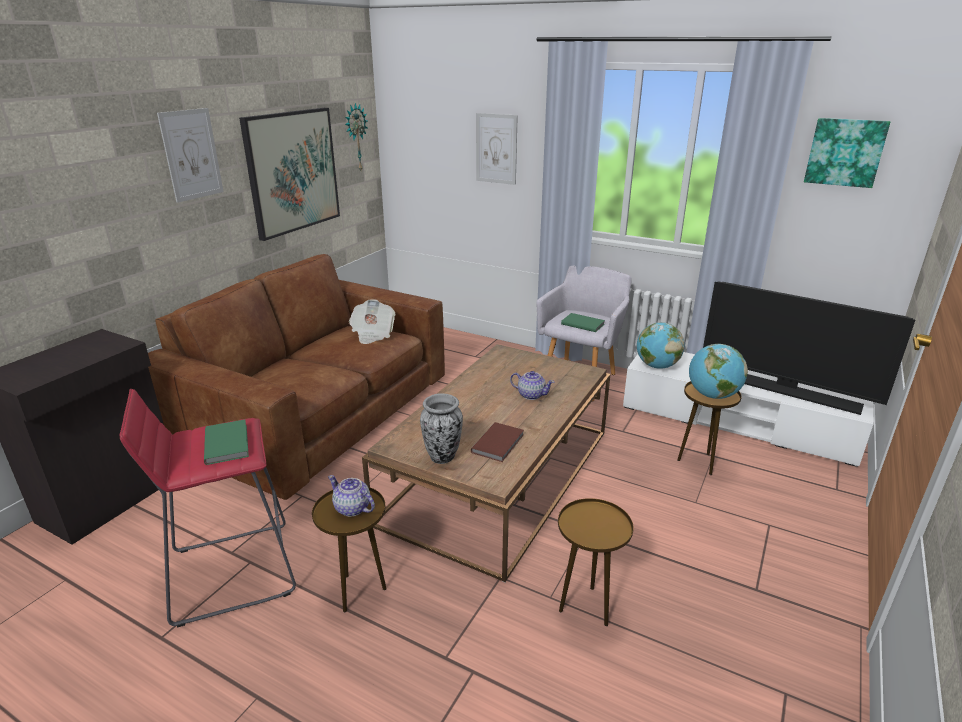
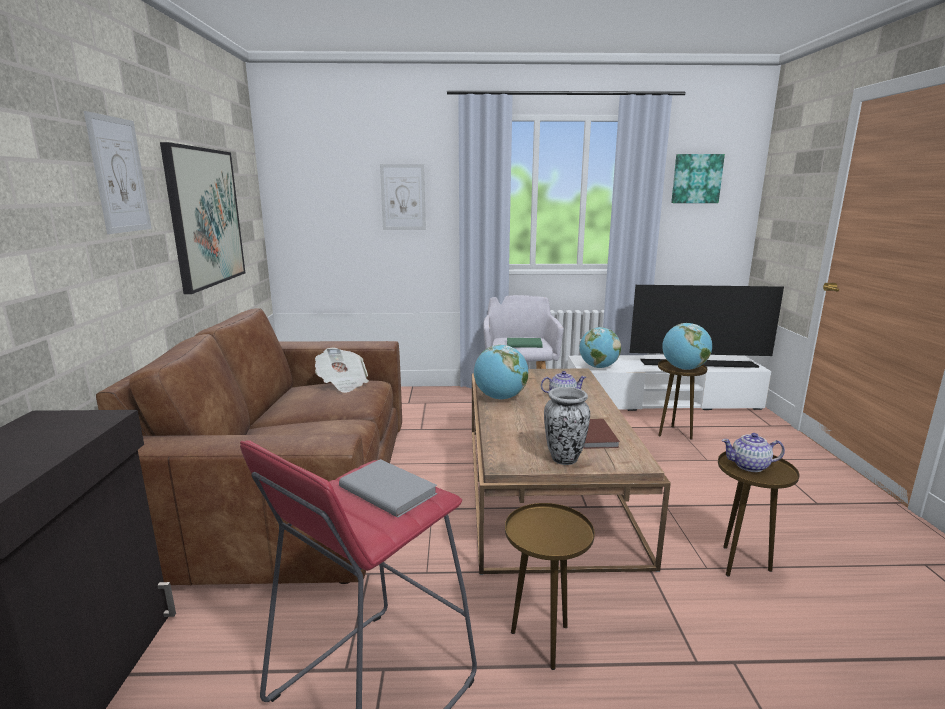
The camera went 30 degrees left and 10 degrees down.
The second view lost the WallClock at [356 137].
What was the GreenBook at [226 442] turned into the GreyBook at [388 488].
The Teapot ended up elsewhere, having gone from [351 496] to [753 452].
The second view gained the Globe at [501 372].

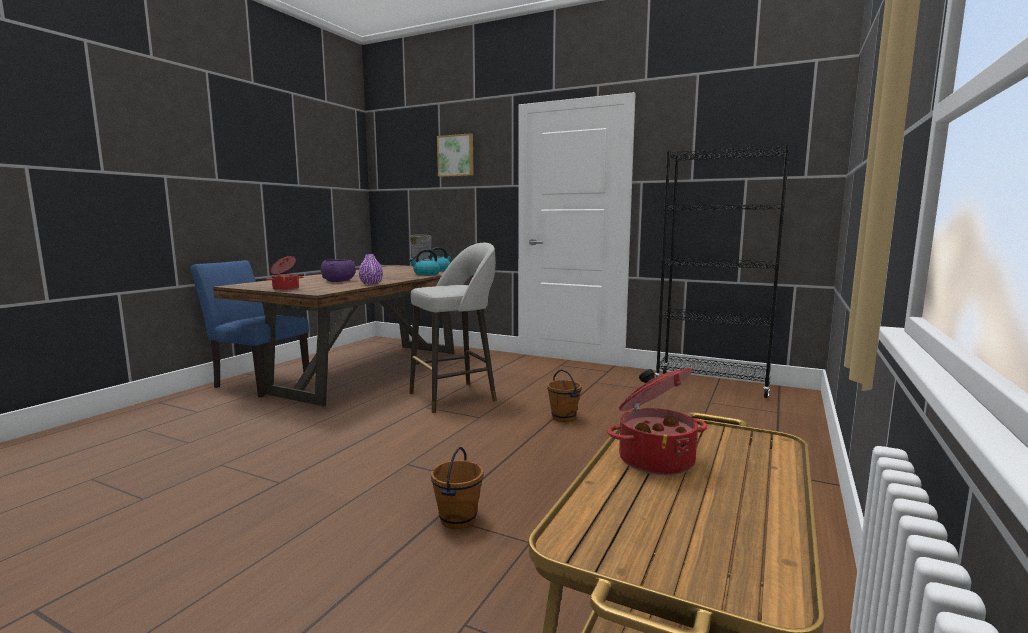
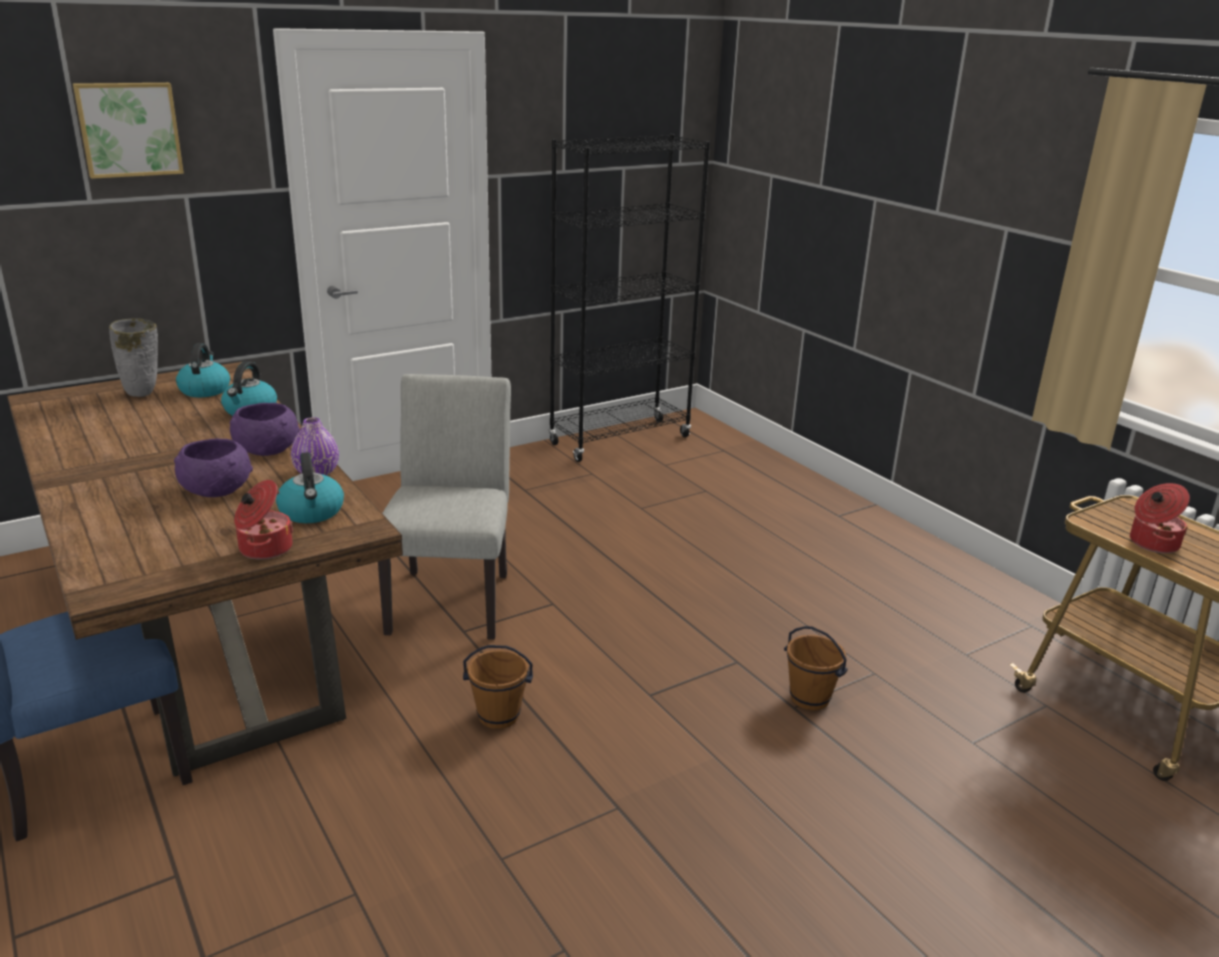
The camera went 60 degrees left and 15 degrees up.
Where the GreyStool stood at [453 328], the GreyChair came to stand at [444 507].
The BrownBucket ended up elsewhere, having gone from [564 395] to [498 687].
The second view gained the PurpleBowl at [265 429].
The second view gained the Kettle at [310 487].

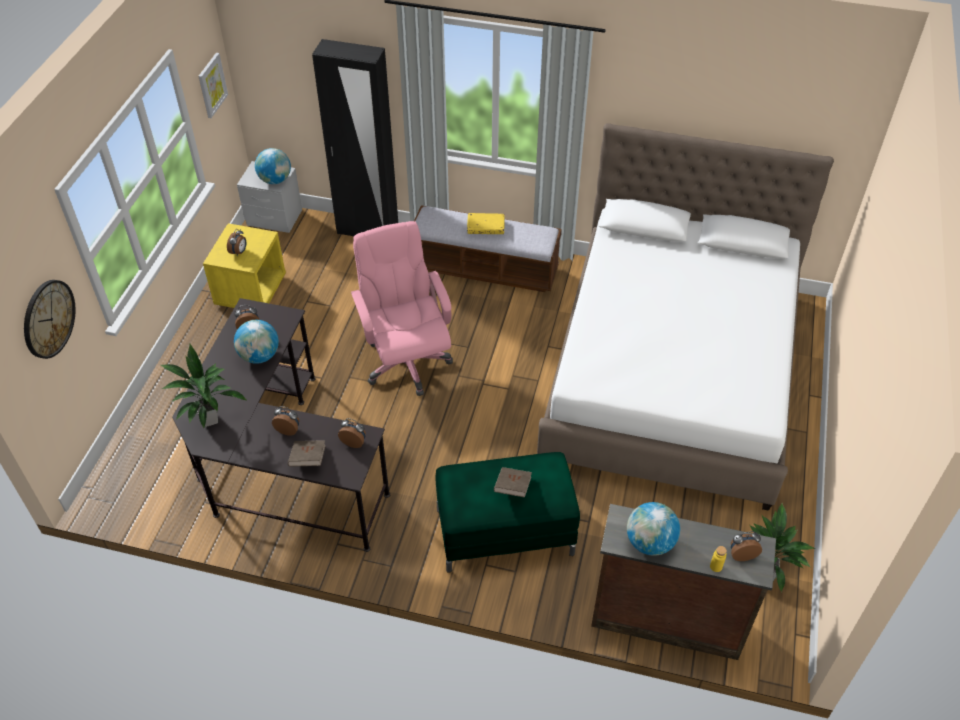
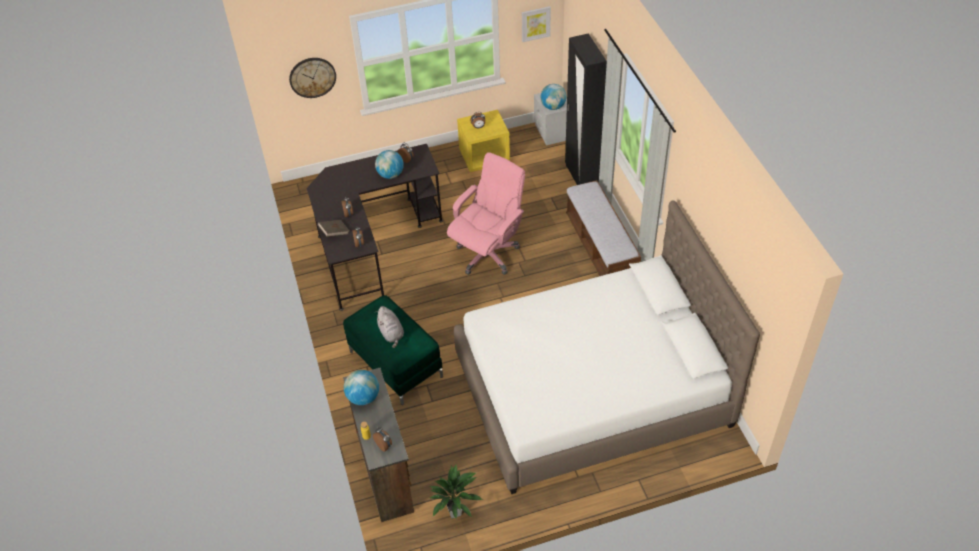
The camera went 60 degrees right and 0 degrees up.
The second view lost the YellowBook at [486 223].
The second view lost the PottedPlant at [204 386].
Where the BrownBook stood at [513 482], the GreyPlushToy came to stand at [390 327].

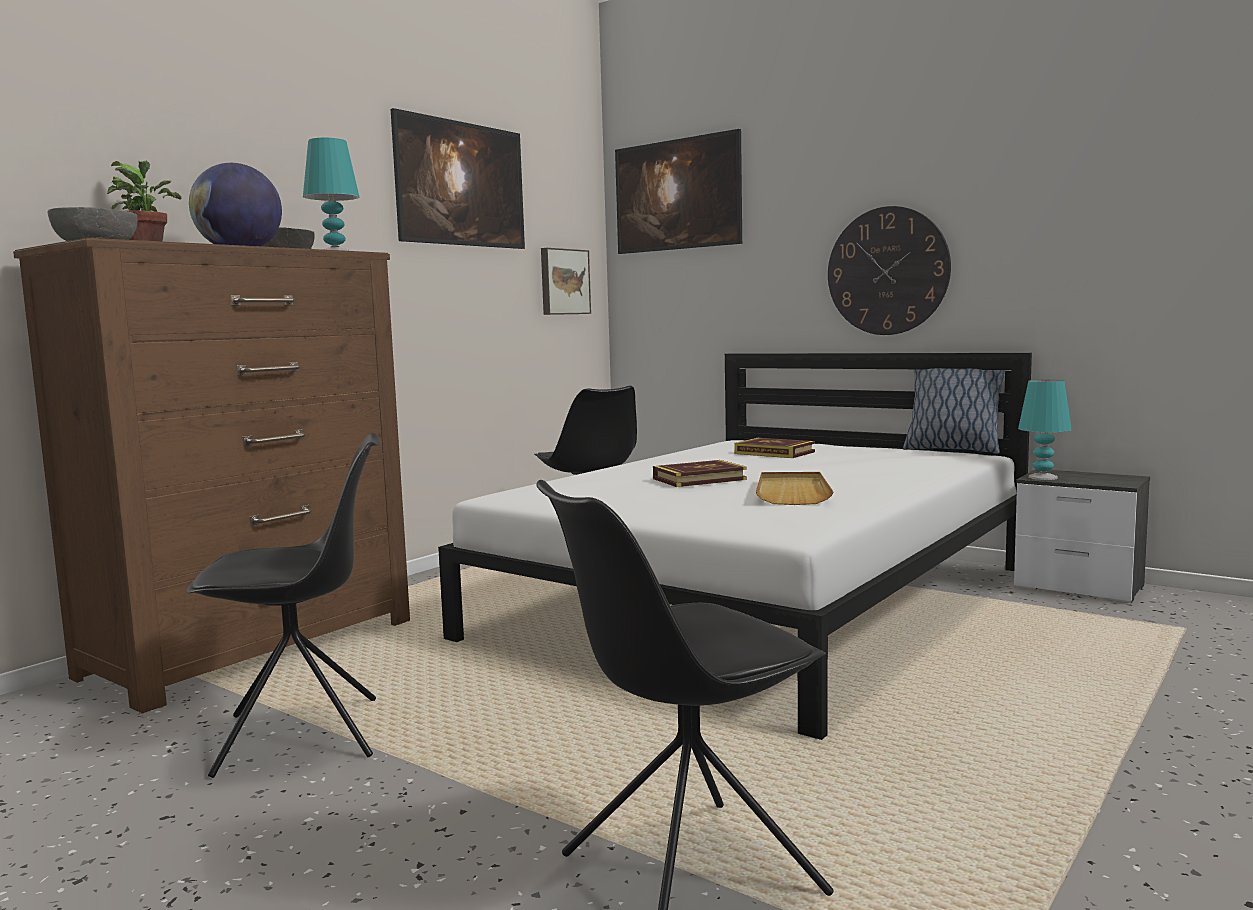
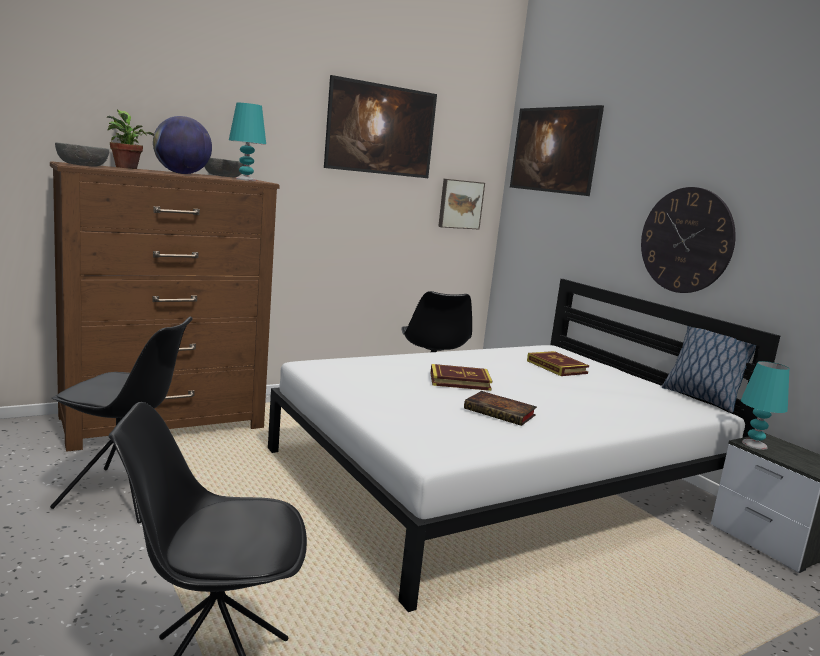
The camera went 20 degrees right and 5 degrees up.
Where the BeigeTray stood at [795 488], the Book came to stand at [500 408].

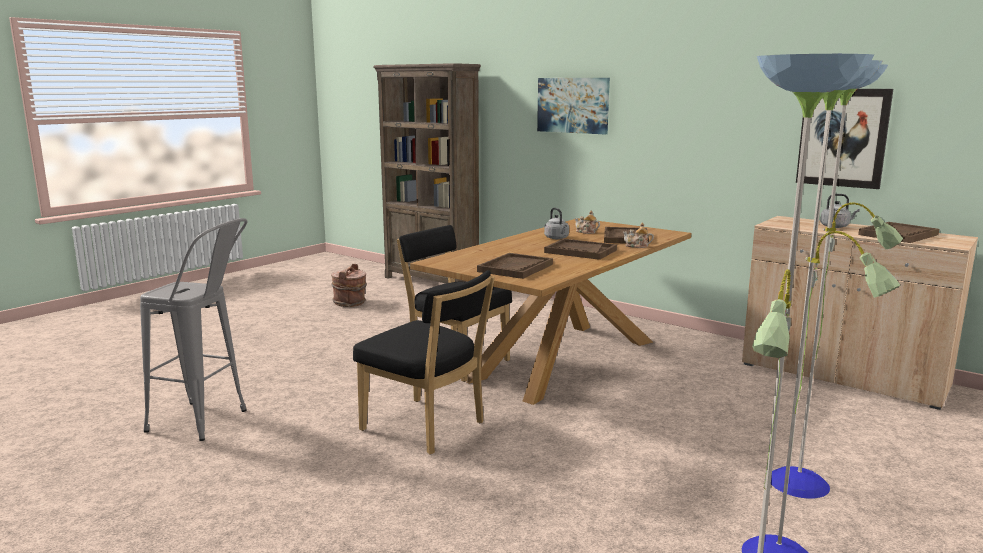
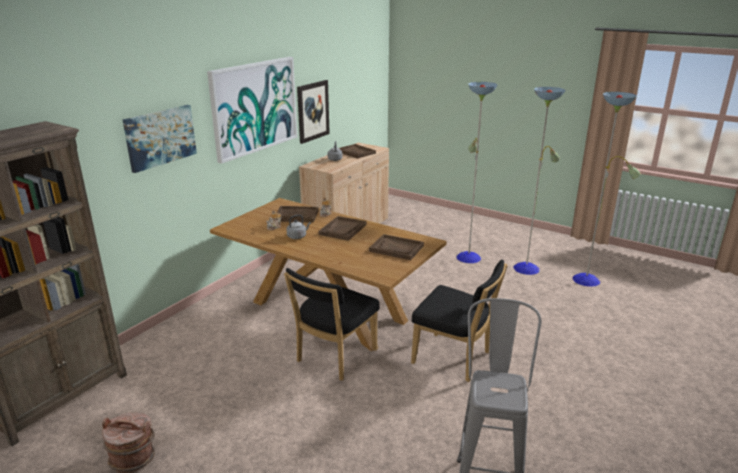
The camera went 95 degrees left and 10 degrees up.
The BlackChair at [424 362] ended up facing another way, 90 degrees clockwise from before.
The second view gained the Picture at [252 110].

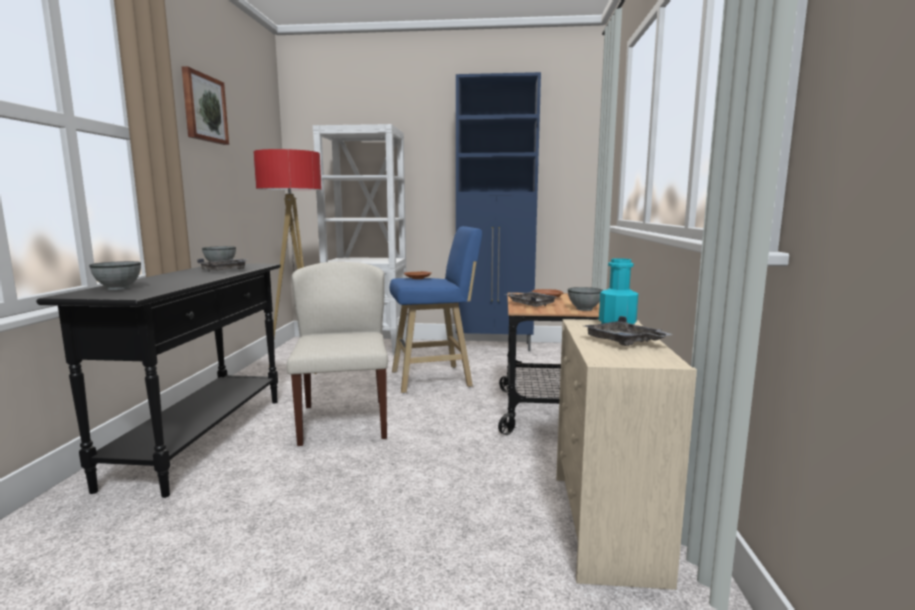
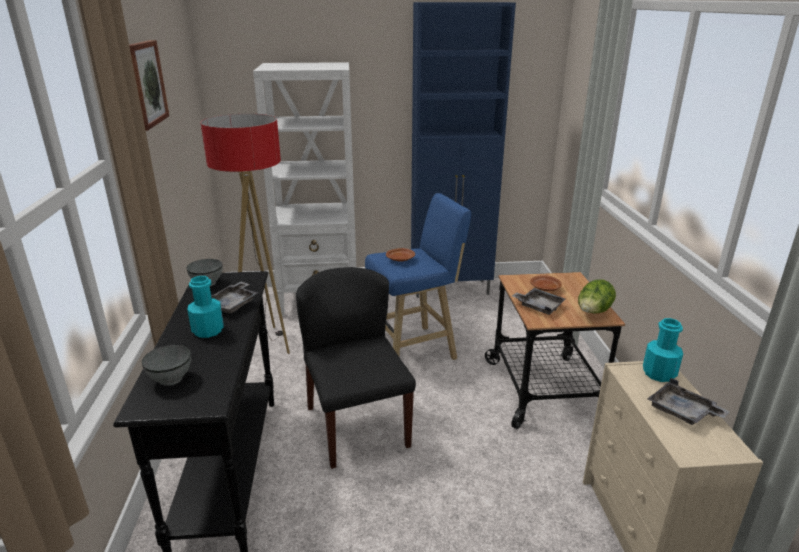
The camera went 10 degrees left and 15 degrees up.
What was the BeigeChair at [337 354] turned into the BlackChair at [356 368].
Where the GreyBowl stood at [585 299], the Lettuce came to stand at [597 296].
The second view gained the TurquoiseBottle at [205 307].

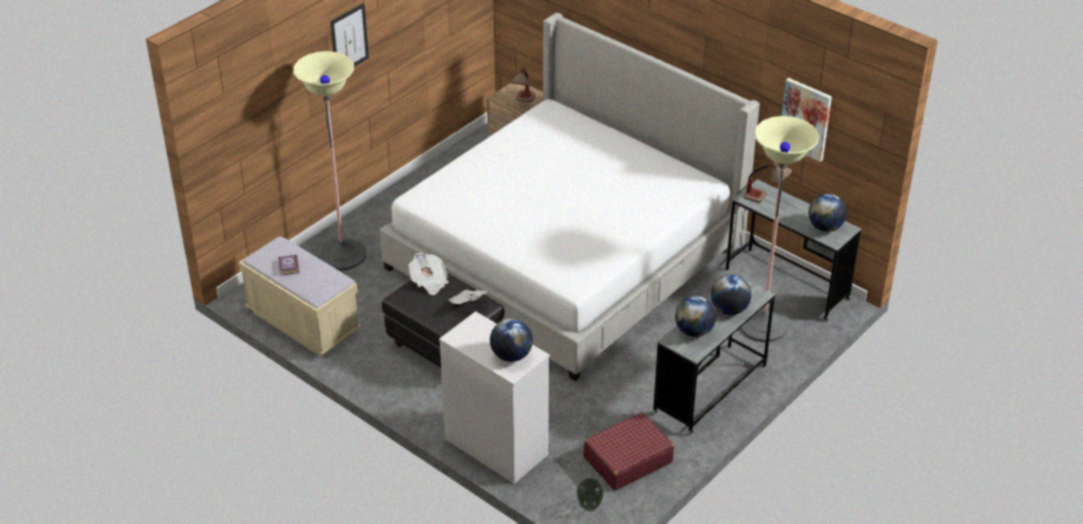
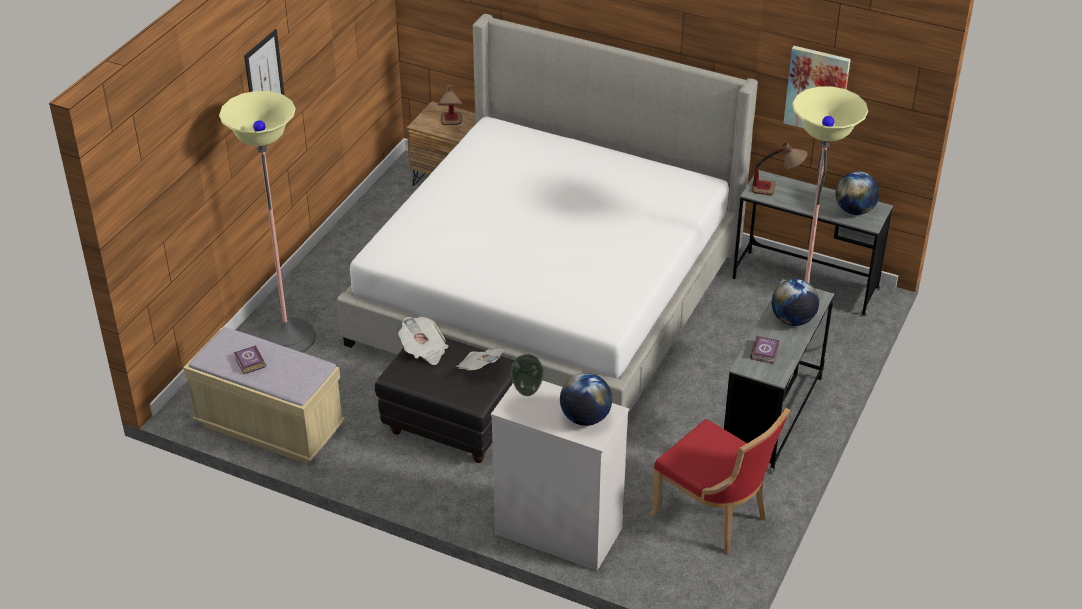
The camera went 15 degrees left and 0 degrees up.
Where the Globe stood at [695 316], the Book came to stand at [764 350].
Where the RedSuitcase stood at [628 451], the RedChair came to stand at [720 481].
The Vase ended up elsewhere, having gone from [590 494] to [527 375].

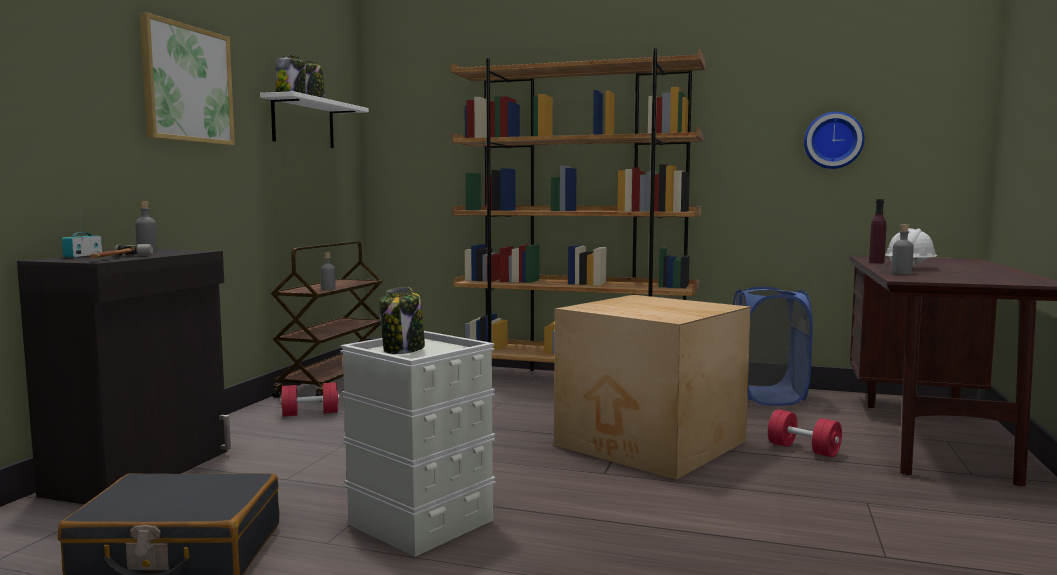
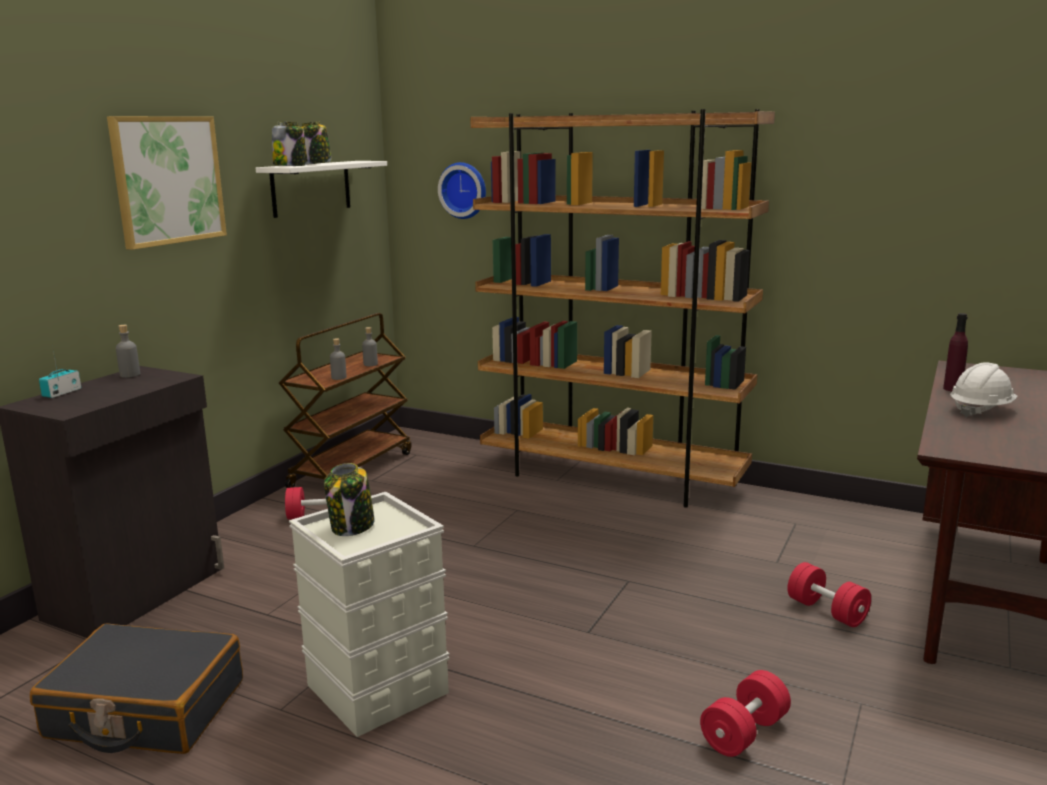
The camera went 10 degrees right and 10 degrees up.
The WallClock ended up elsewhere, having gone from [834 140] to [462 190].
The GreyBottle ended up elsewhere, having gone from [902 249] to [370 346].
The second view lost the Hammer at [121 251].
The second view lost the BlueLaundryBasket at [773 346].
The second view lost the CardboardBox at [652 387].
The second view gained the RedDumbbell at [745 713].

